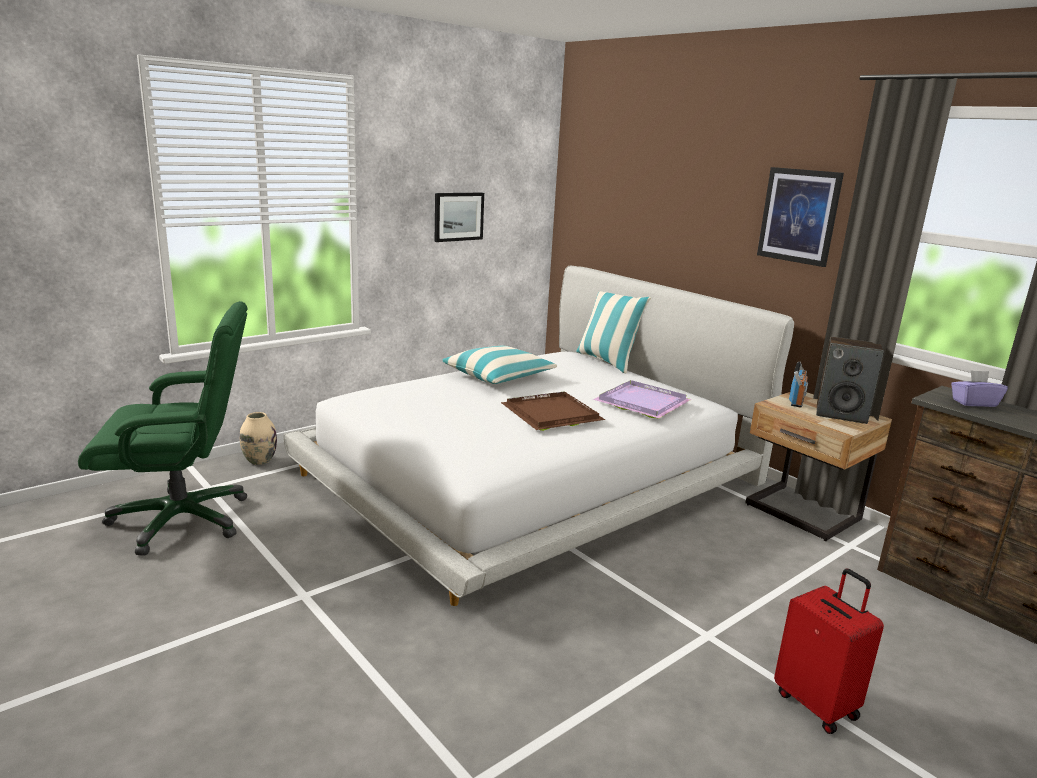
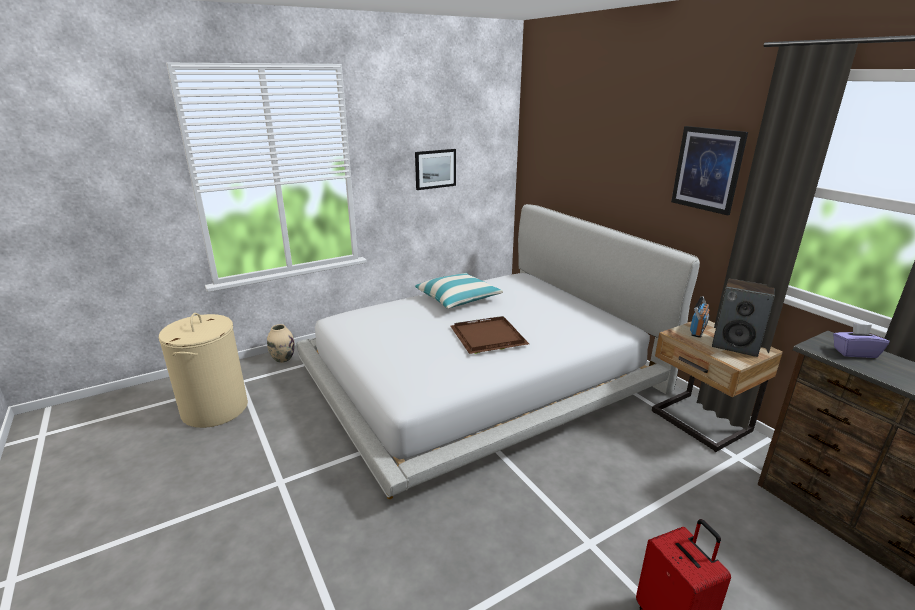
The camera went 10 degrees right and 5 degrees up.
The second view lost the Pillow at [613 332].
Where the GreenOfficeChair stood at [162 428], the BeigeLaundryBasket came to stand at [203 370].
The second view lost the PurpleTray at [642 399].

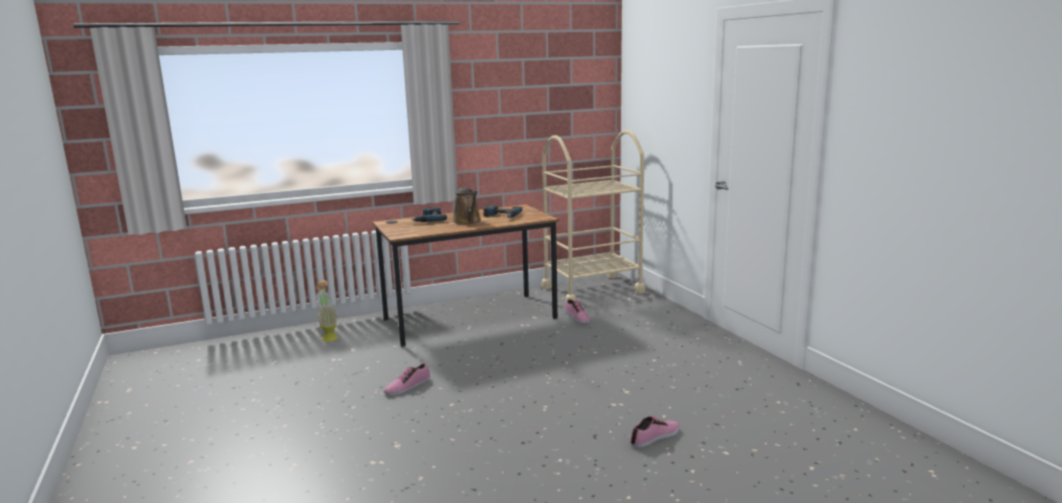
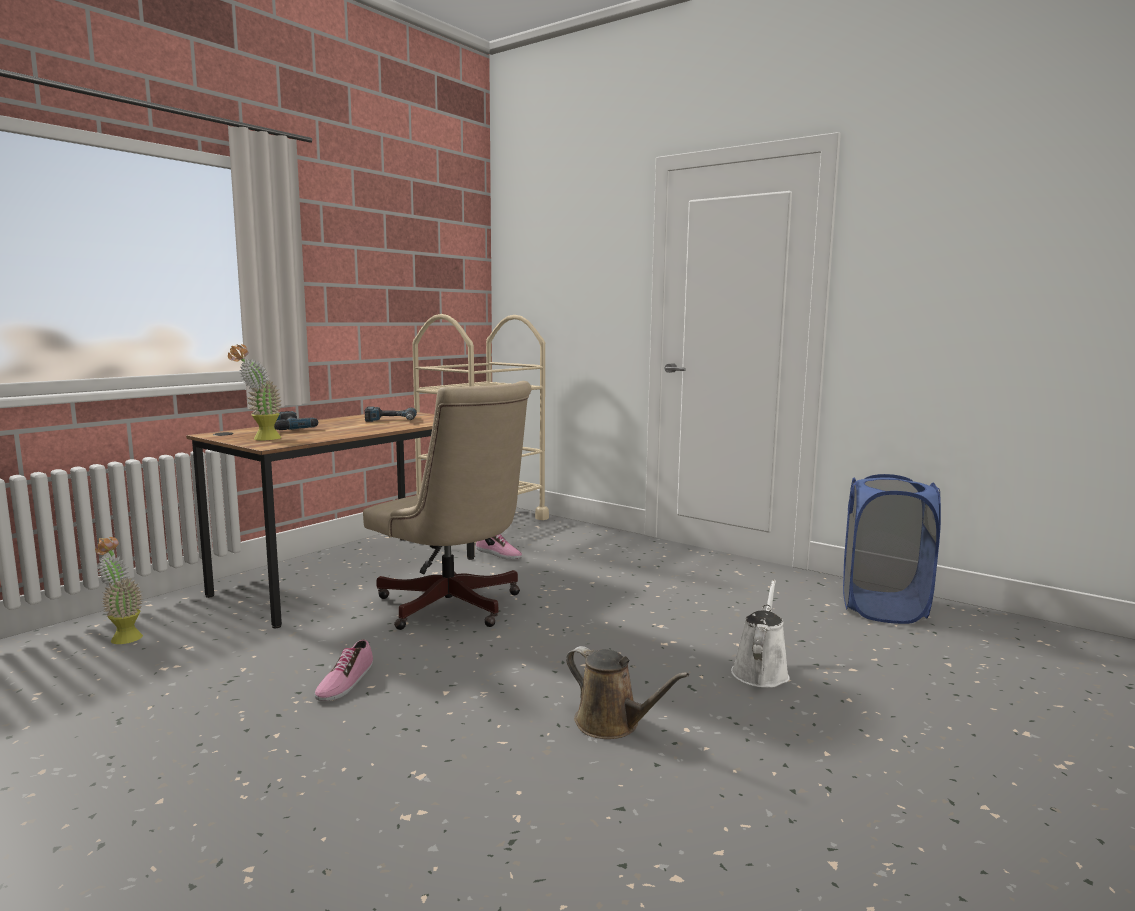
The camera went 30 degrees left and 5 degrees down.
The BrownWateringCan ended up elsewhere, having gone from [466 206] to [627 692].
Where the Shoe stood at [655 432], the WhiteWateringCan came to stand at [760 634].
The second view gained the PottedPlant at [254 392].
The second view gained the BeigeOfficeChair at [447 505].
The second view gained the BlueLaundryBasket at [892 549].

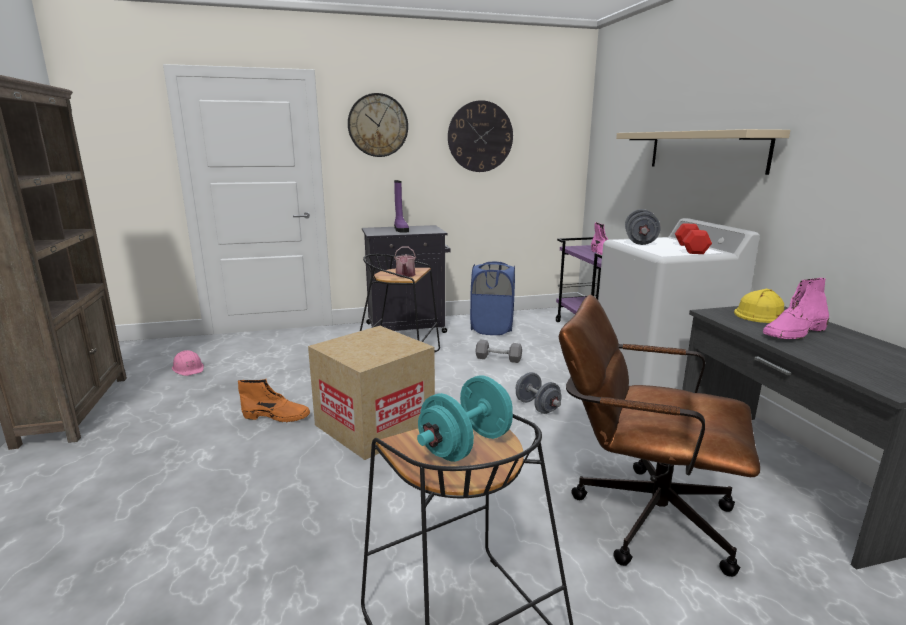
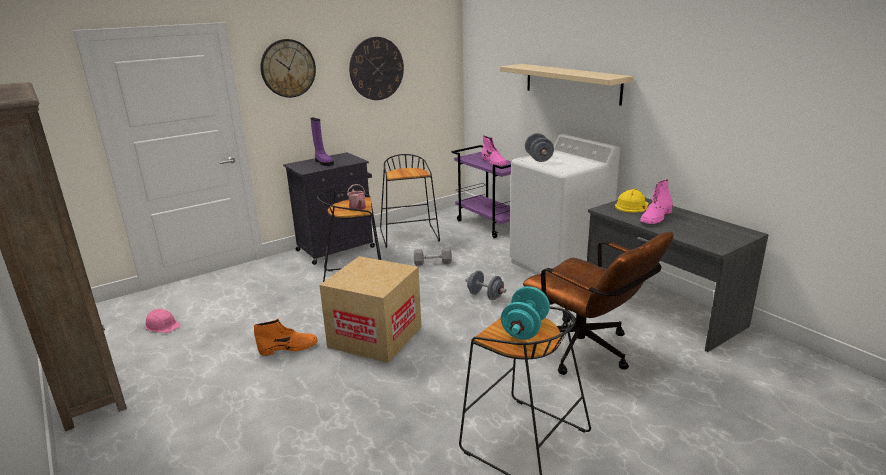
The camera went 20 degrees left and 5 degrees up.
The second view lost the RedDumbbell at [693 238].
Where the BlueLaundryBasket stood at [492 298], the BlackStool came to stand at [410 201].
The BrownOfficeChair at [659 436] ended up facing another way, 135 degrees counterclockwise from before.

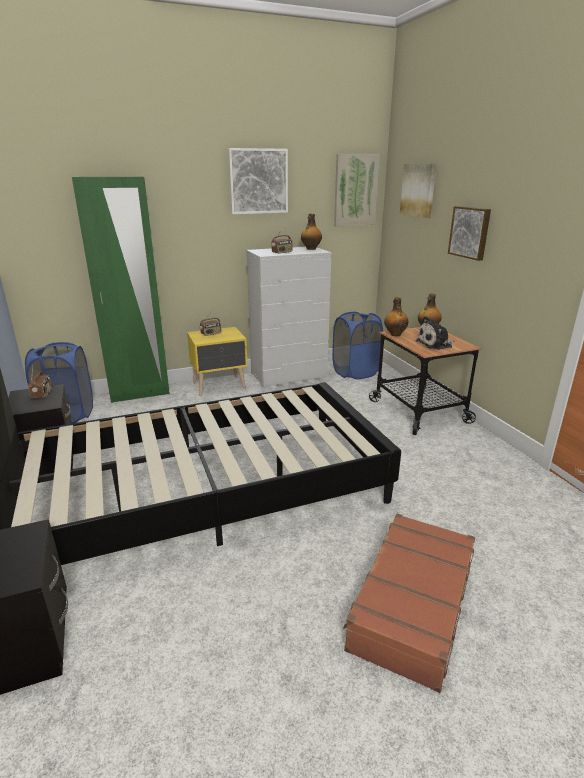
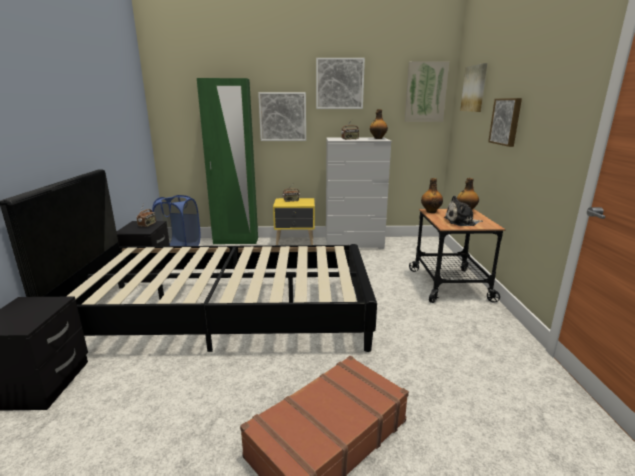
The camera went 20 degrees right and 5 degrees down.
The second view lost the BlueLaundryBasket at [357 345].
The second view gained the Picture at [282 116].

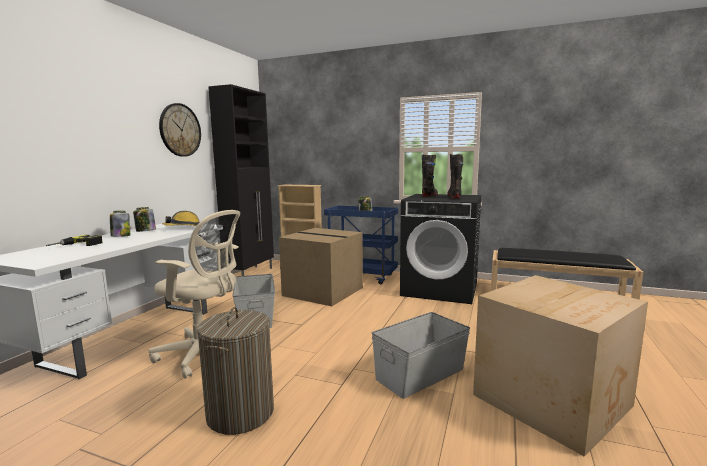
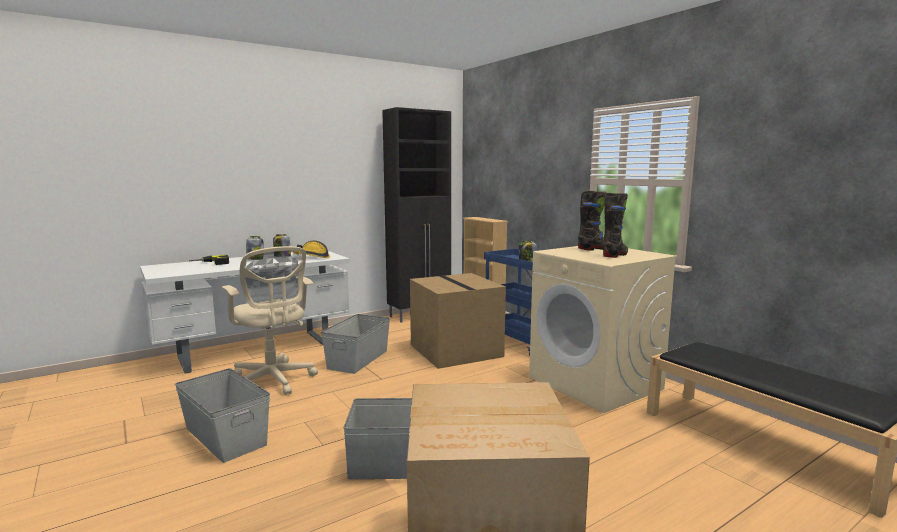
The camera went 35 degrees right and 0 degrees up.
The second view lost the WallClock at [180 130].
What was the BlackWashingMachine at [440 249] turned into the BeigeWashingMachine at [603 329].
Where the LaundryBasket stood at [235 371], the GreyStorageBox came to stand at [222 415].

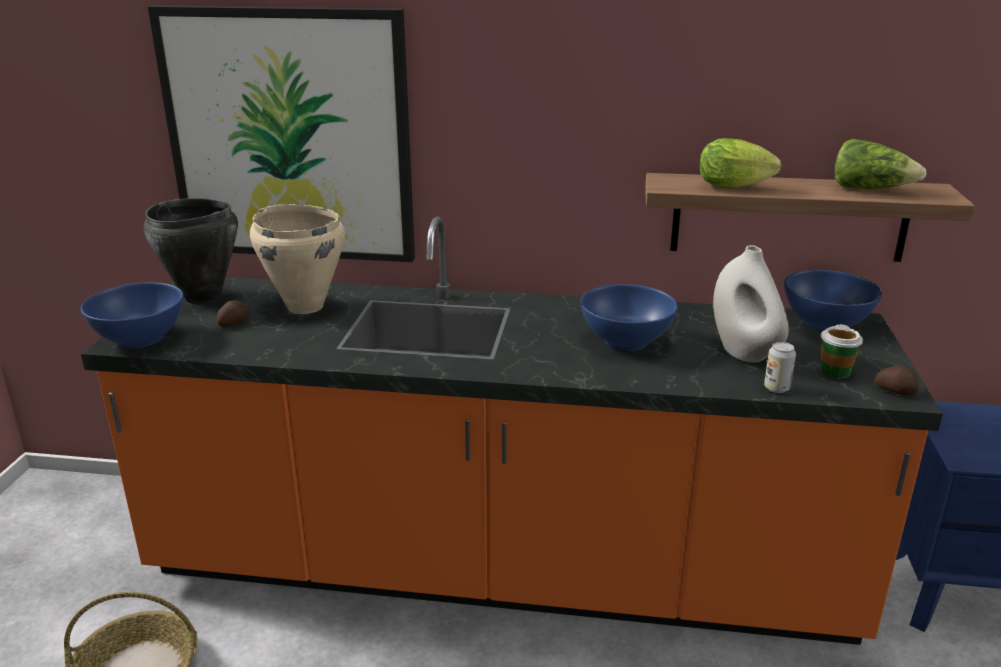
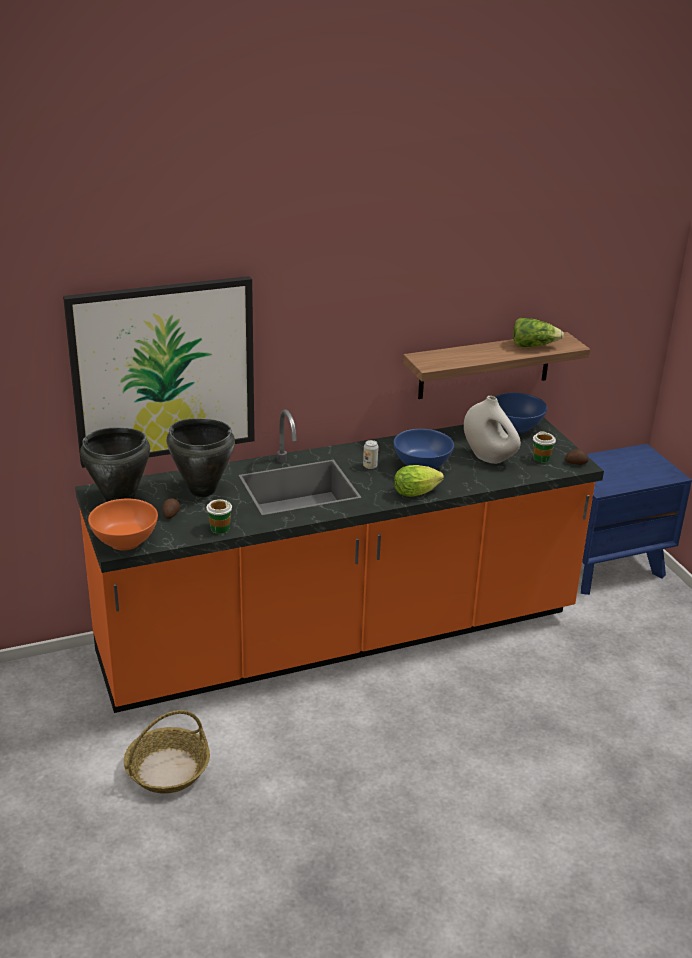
The camera went 30 degrees left and 5 degrees up.
The Lettuce ended up elsewhere, having gone from [740 163] to [419 481].
What was the BeigeCookingPot at [297 259] turned into the BlackCookingPot at [201 457].
What was the BlueBowl at [132 315] turned into the OrangeBowl at [123 524].
The Can ended up elsewhere, having gone from [780 367] to [371 454].
The second view gained the Cup at [219 516].

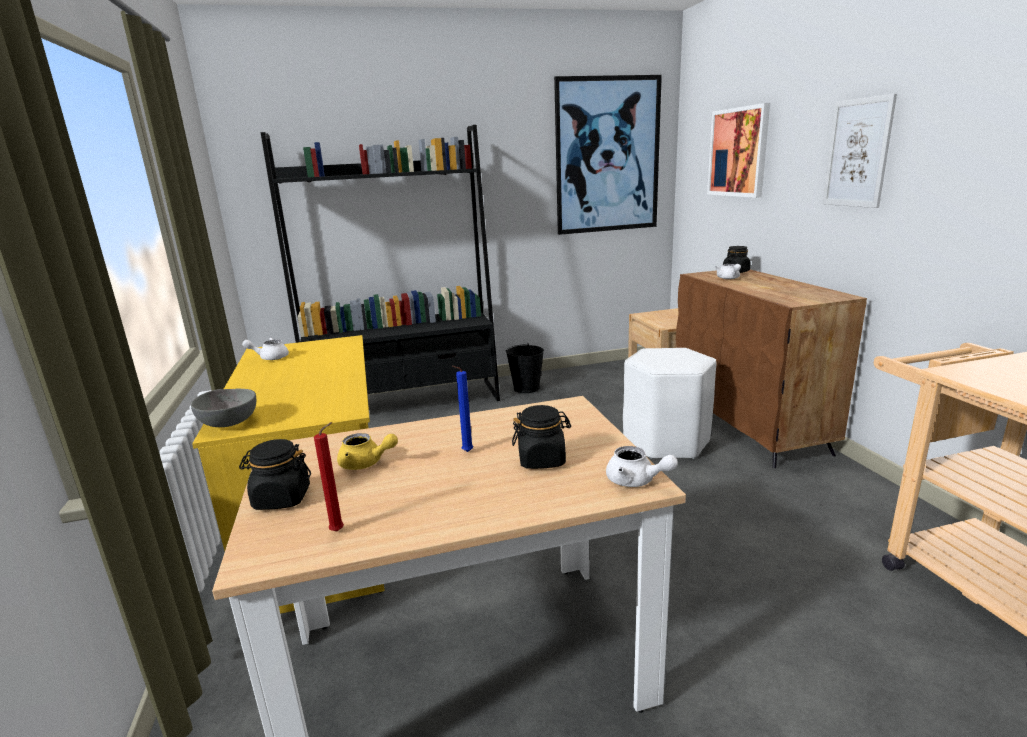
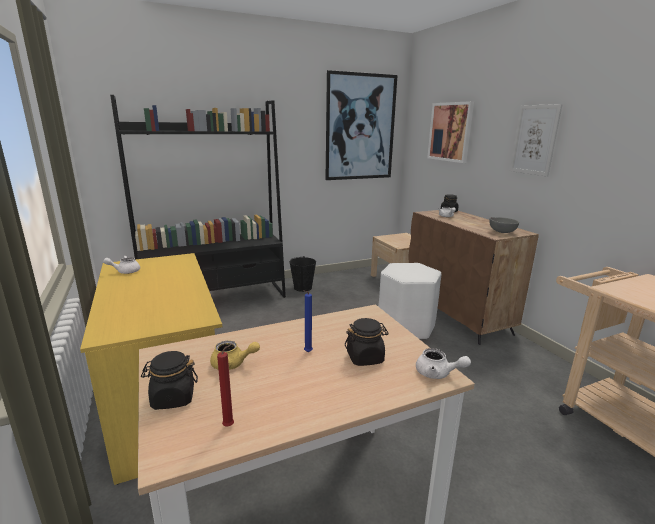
The camera went 10 degrees left and 0 degrees up.
The GreyBowl ended up elsewhere, having gone from [223 408] to [504 225].

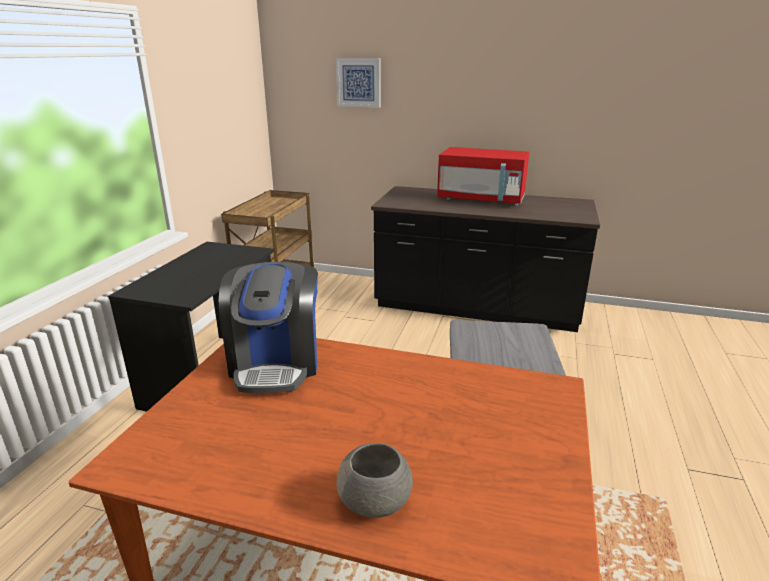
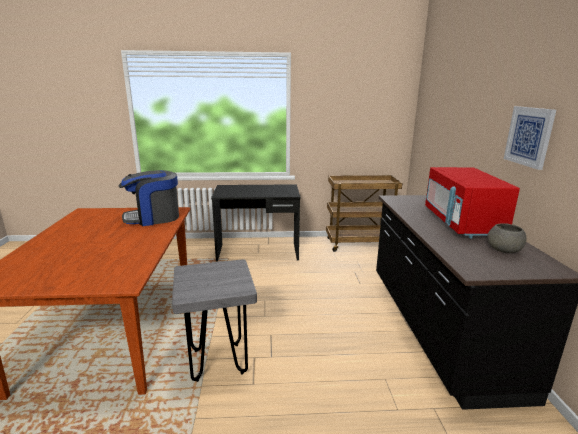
The camera went 70 degrees right and 5 degrees down.
The Picture ended up elsewhere, having gone from [358 83] to [530 138].
The GreyBowl ended up elsewhere, having gone from [375 480] to [507 238].

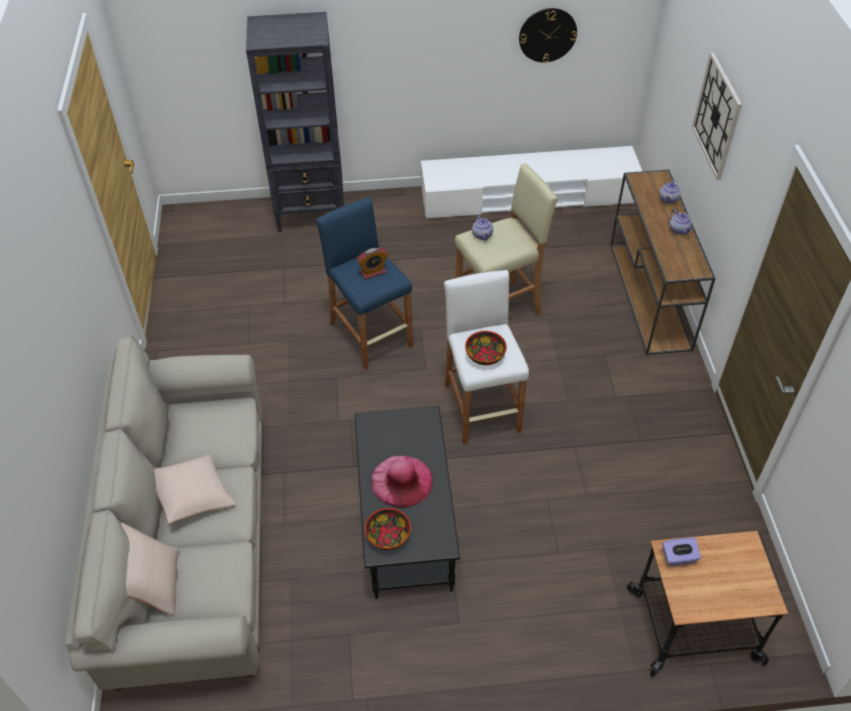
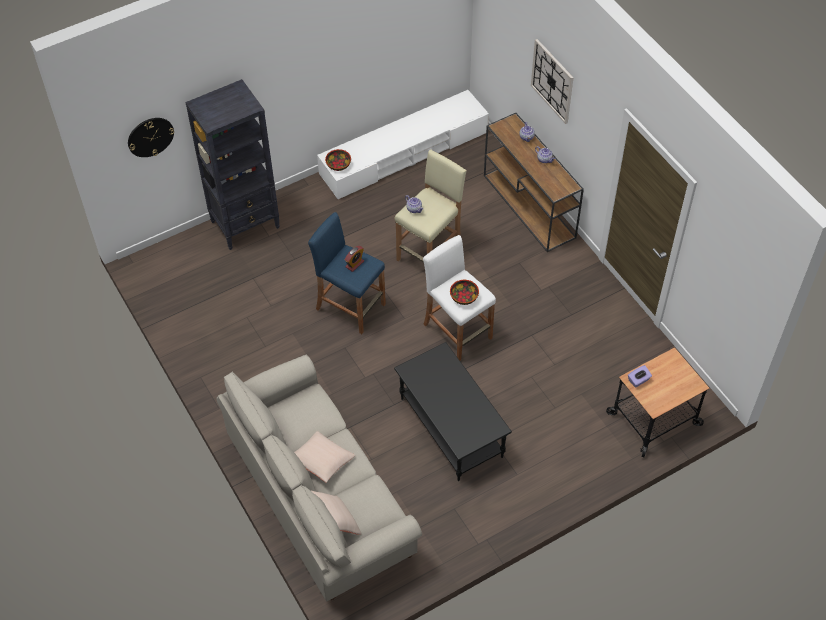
The camera went 25 degrees left and 5 degrees up.
The WallClock ended up elsewhere, having gone from [548 35] to [151 137].
The second view lost the PinkHat at [402 482].
The Bowl ended up elsewhere, having gone from [388 529] to [338 160].

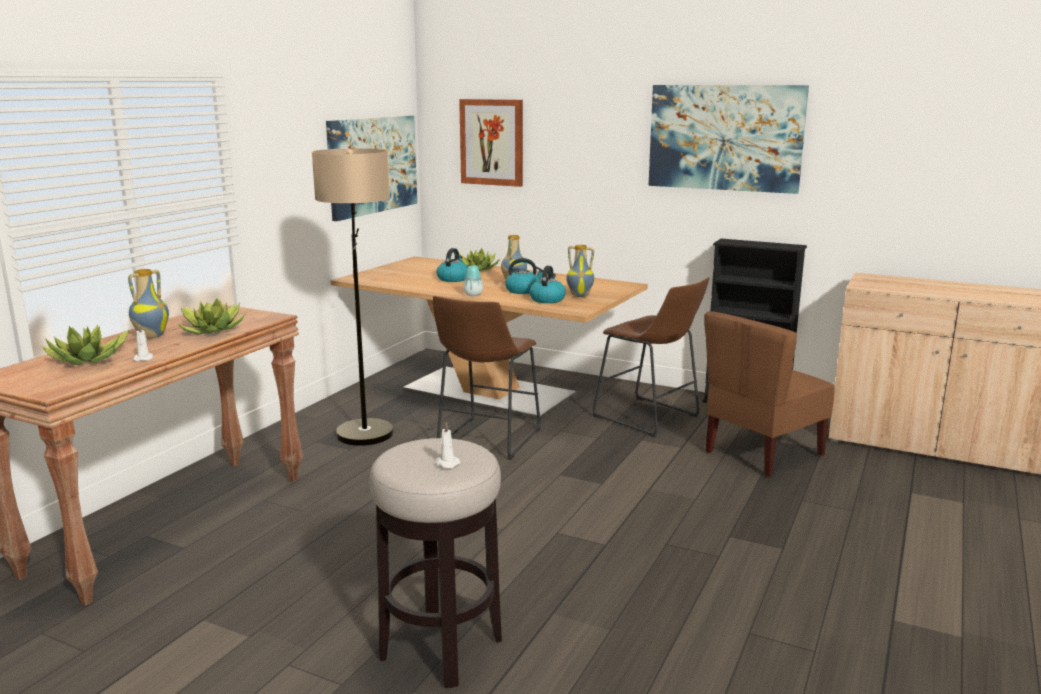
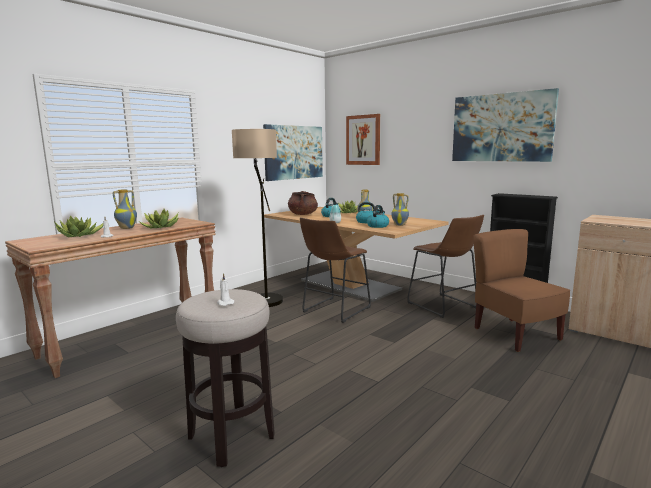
The camera went 15 degrees right and 5 degrees down.
The BrownChair at [769 394] ended up facing another way, 90 degrees clockwise from before.
The second view gained the BrownCookingPot at [303 203].

